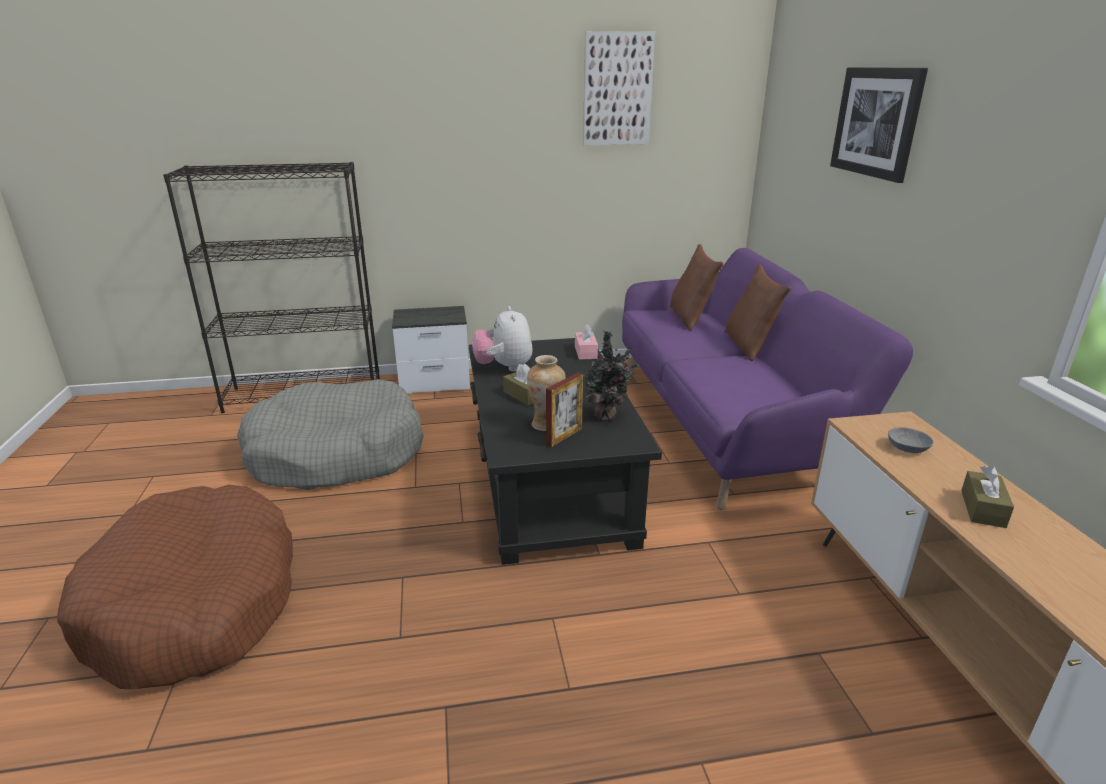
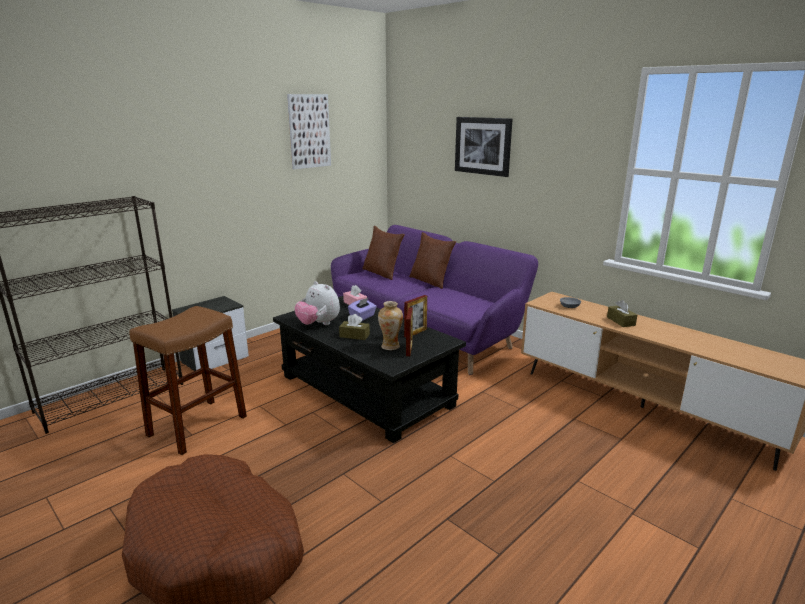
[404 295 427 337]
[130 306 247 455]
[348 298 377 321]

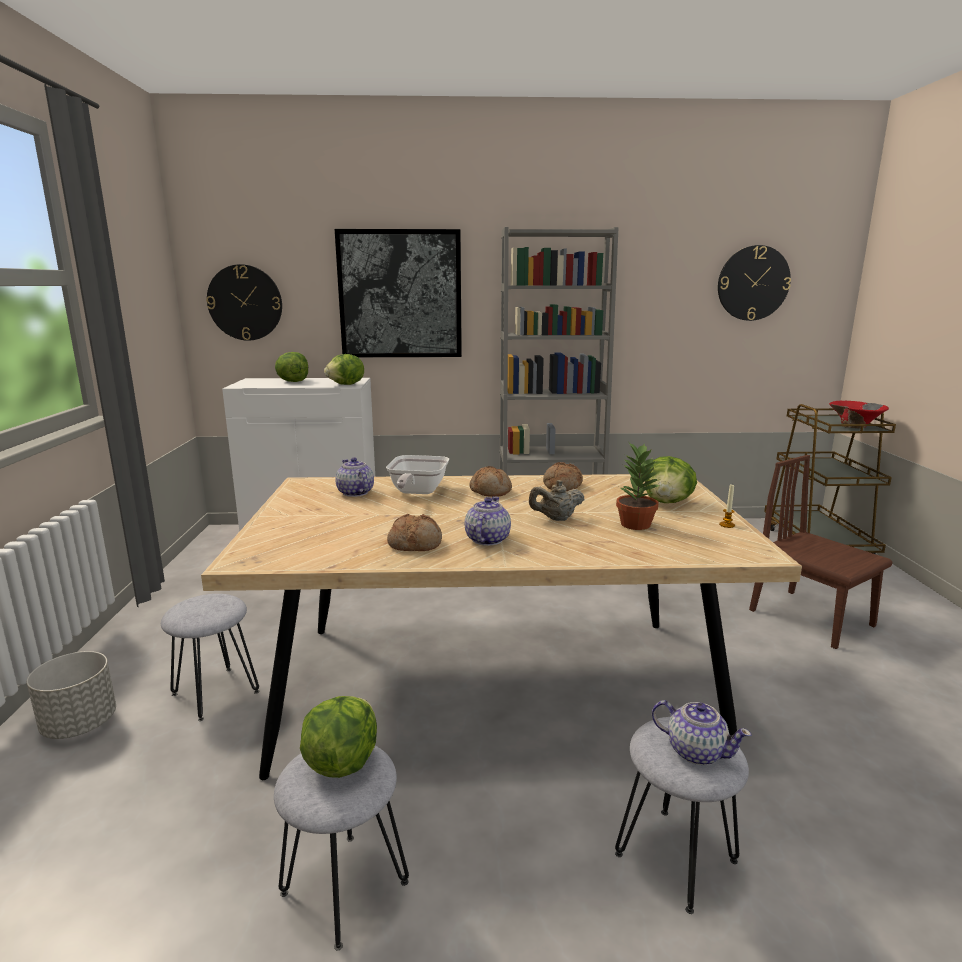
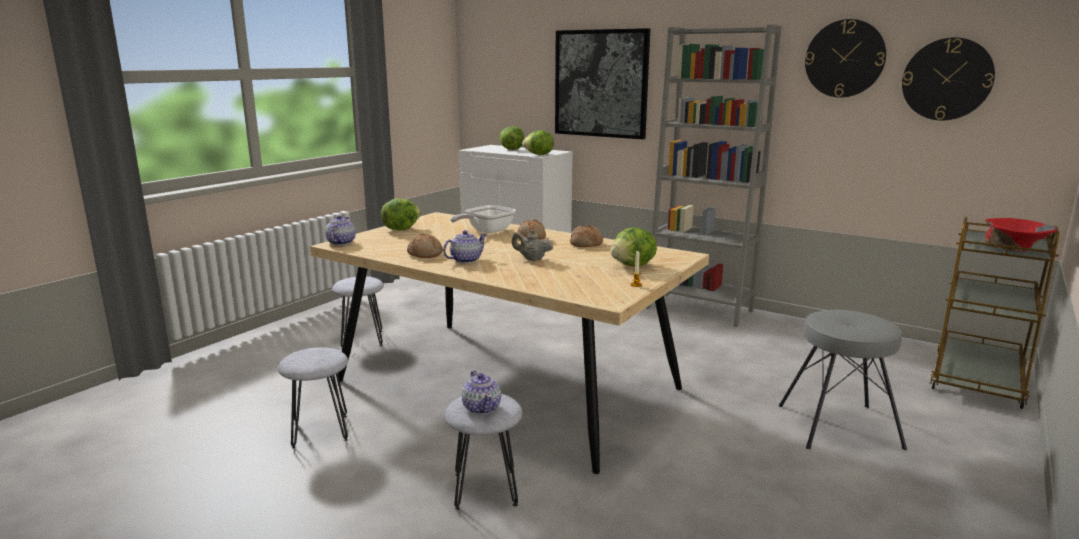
[805 19 886 98]
[616 441 660 530] (first image)
[779 310 907 450]
[325 215 356 245]
[27 651 116 739] (first image)
[381 199 421 230]

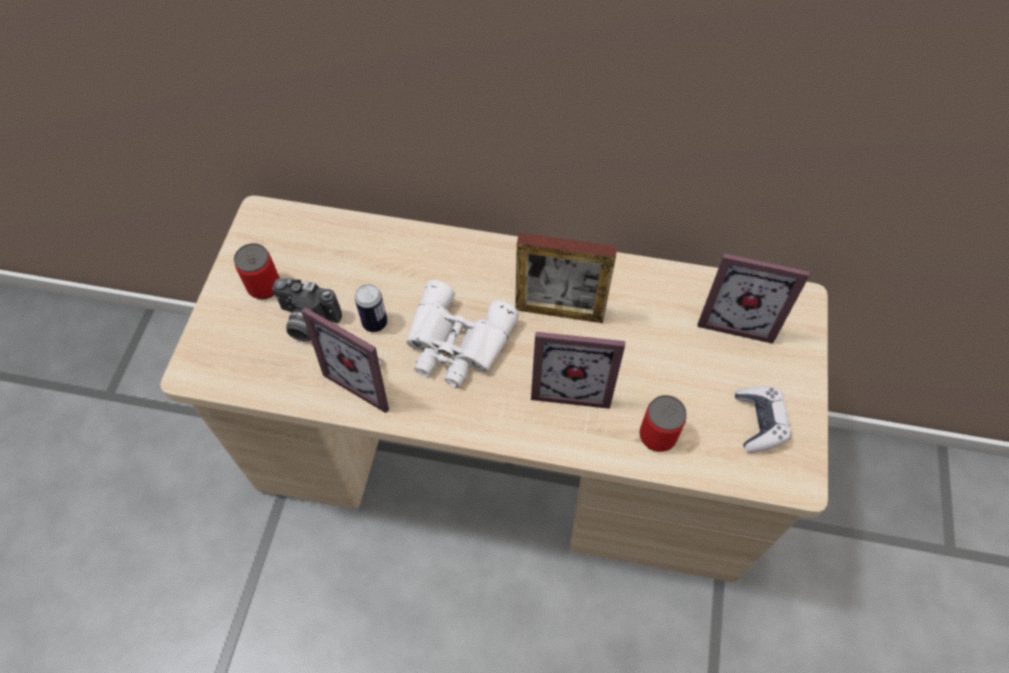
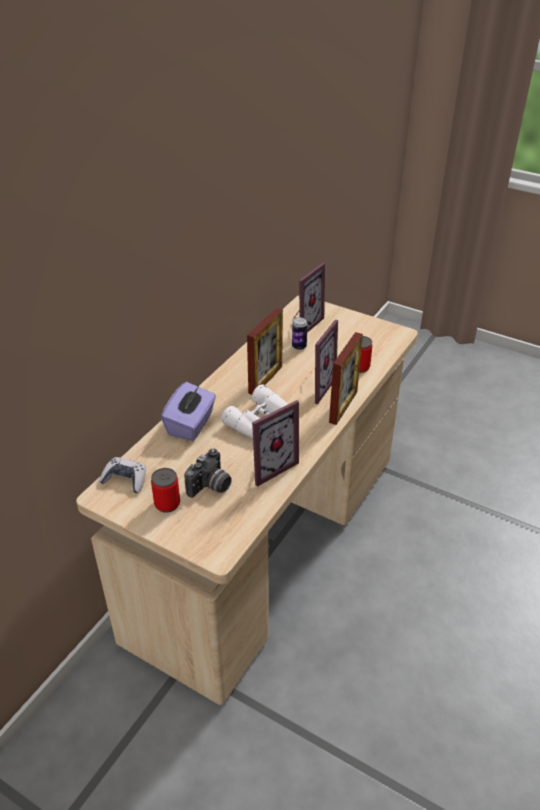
[292 317 308 350]
[99 457 146 493]
[329 332 363 425]
[161 382 216 441]

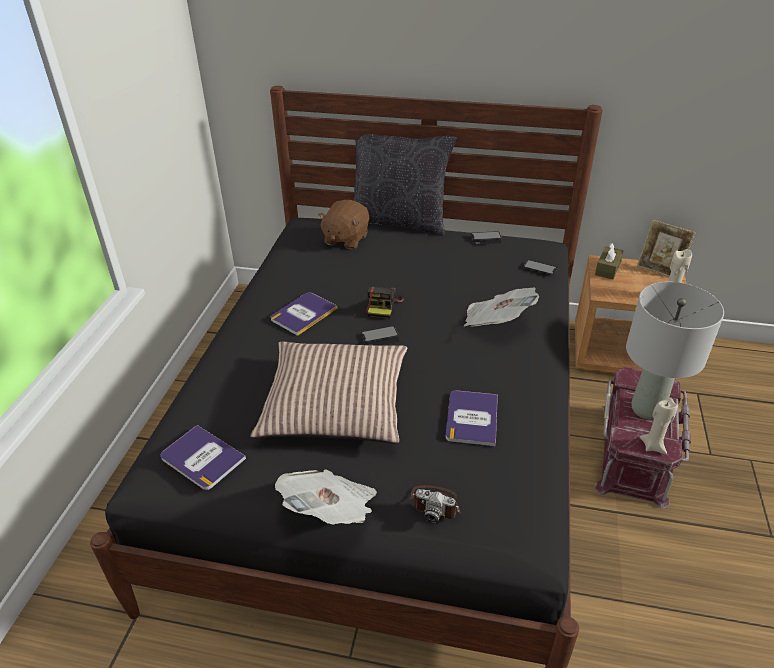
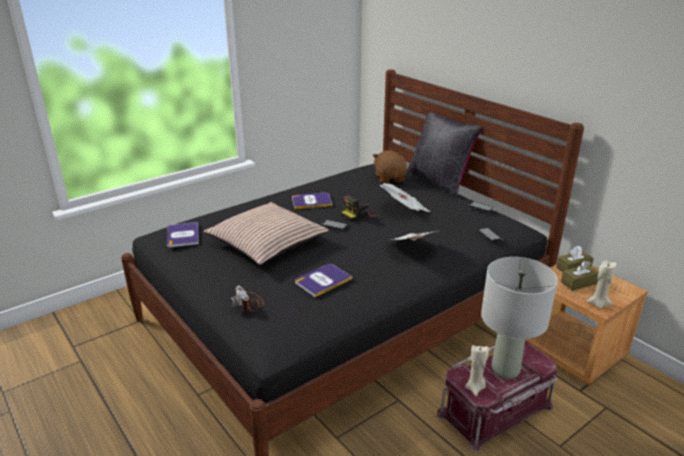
[372 150 407 183]
[637 220 696 277] (first image)
[380 183 430 212]
[561 261 599 291]

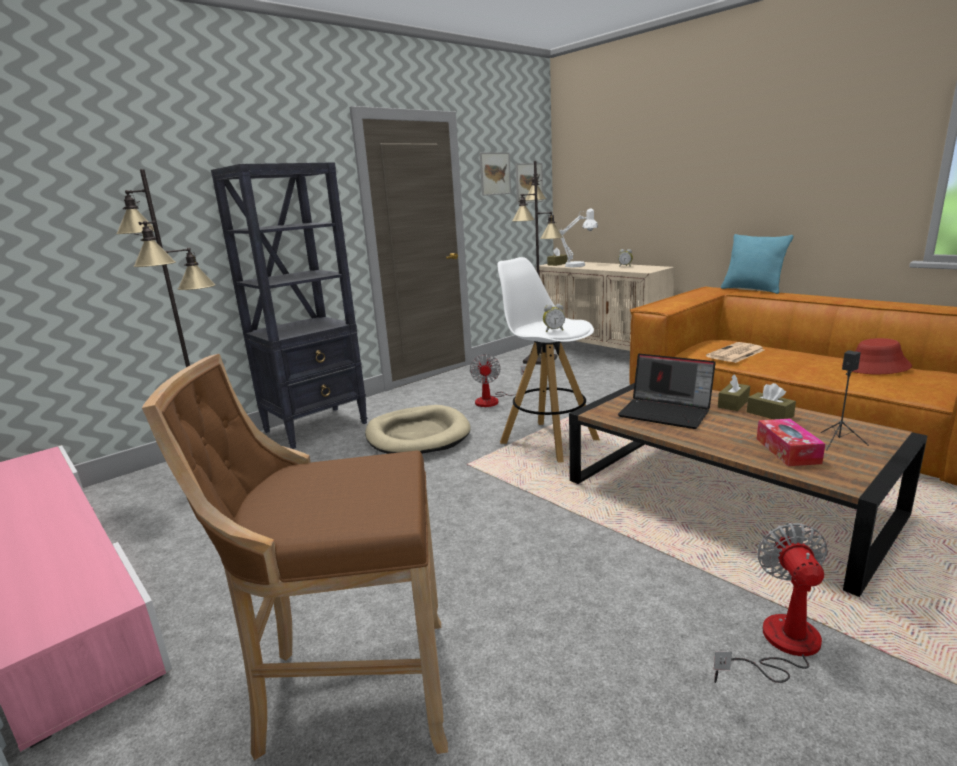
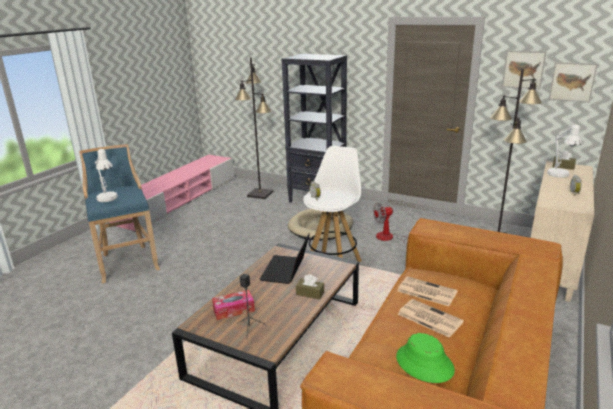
[721 234 793 294] (first image)
[396 333 455 383]
[79 144 160 284]
[747 383 796 419] (first image)
[714 523 828 683] (first image)
[94 149 118 202]
[398 299 464 338]

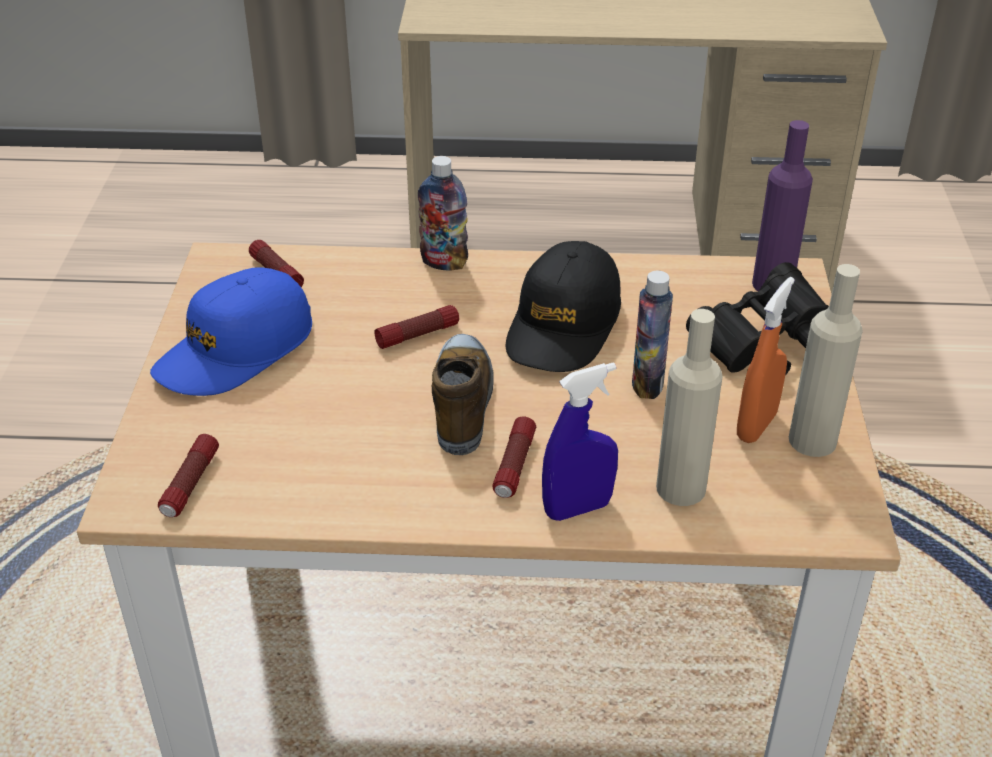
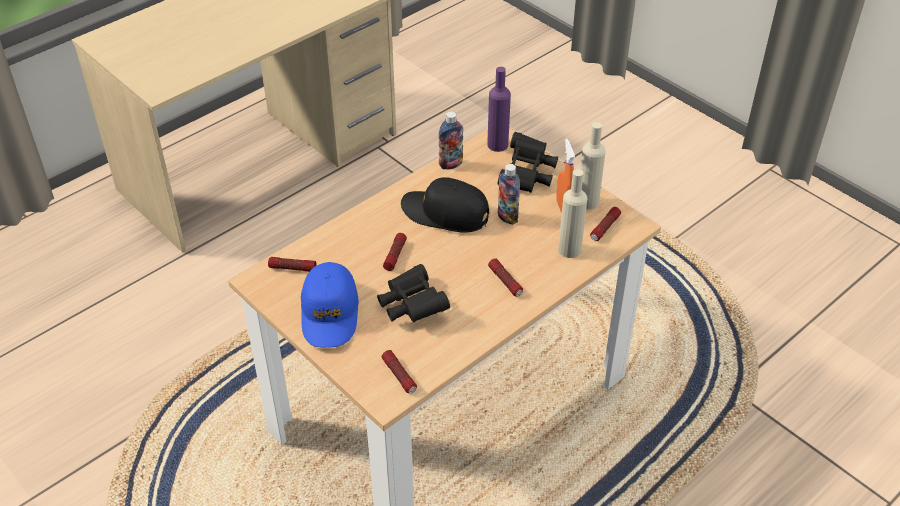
[439 112 463 169]
[401 177 489 233]
[432 334 494 455] (first image)
[542 362 618 521] (first image)
[590 207 621 241]
[377 264 450 322]

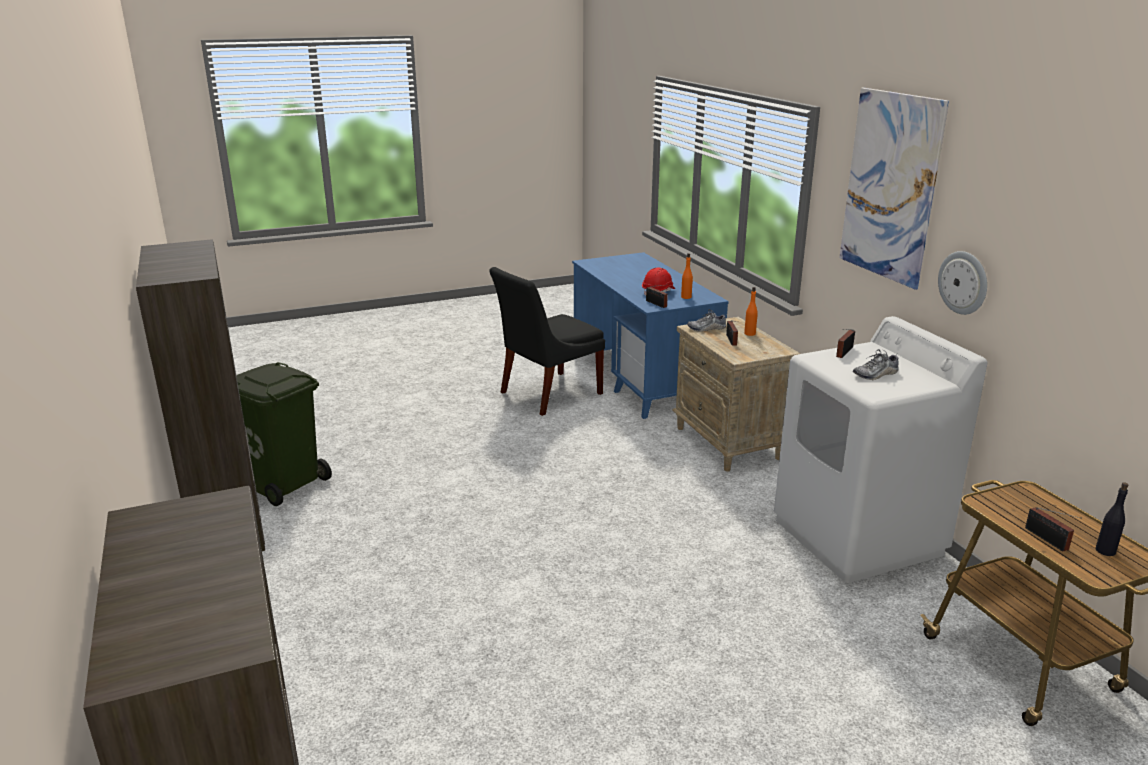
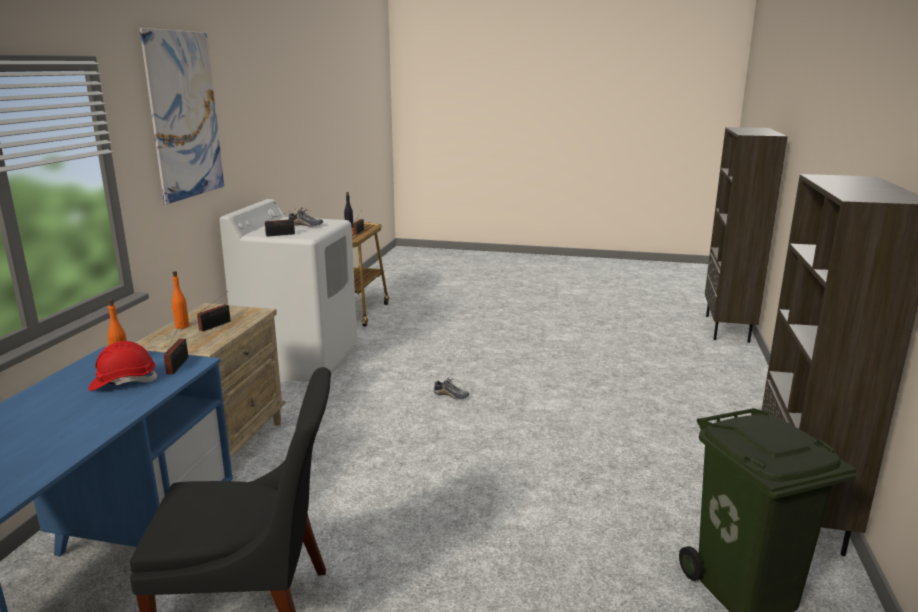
[938 251 987 315] (first image)
[433 377 469 400]

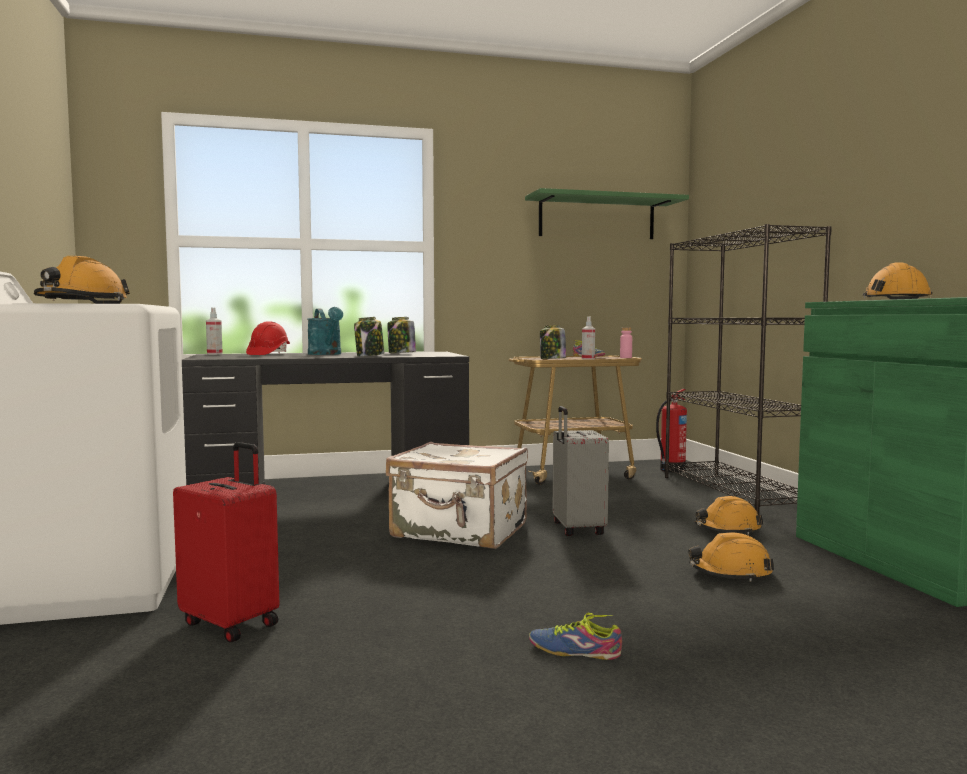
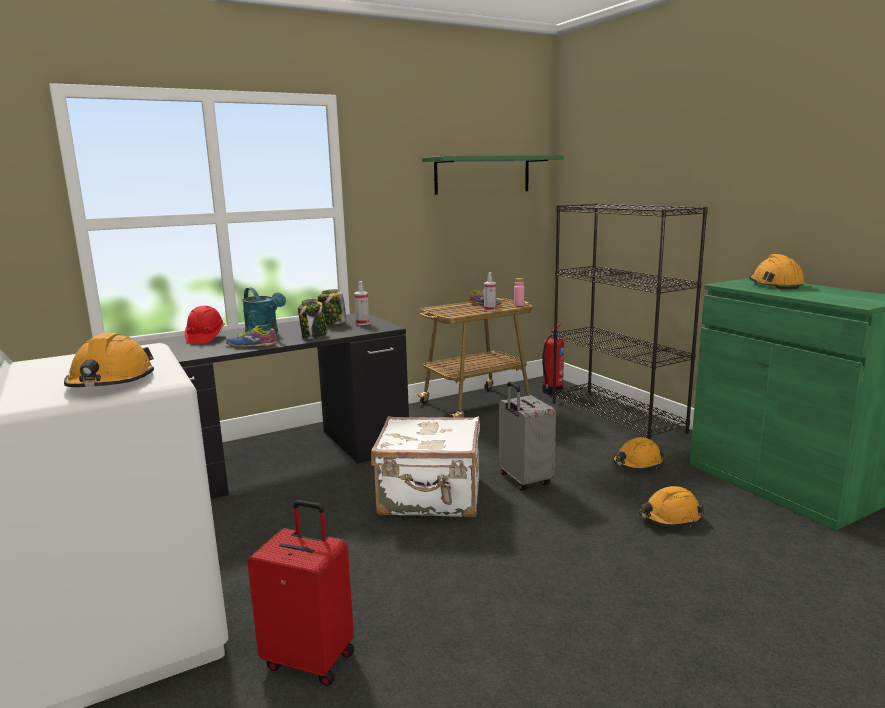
[354 281 369 325]
[540 325 566 359] (first image)
[226 324 277 347]

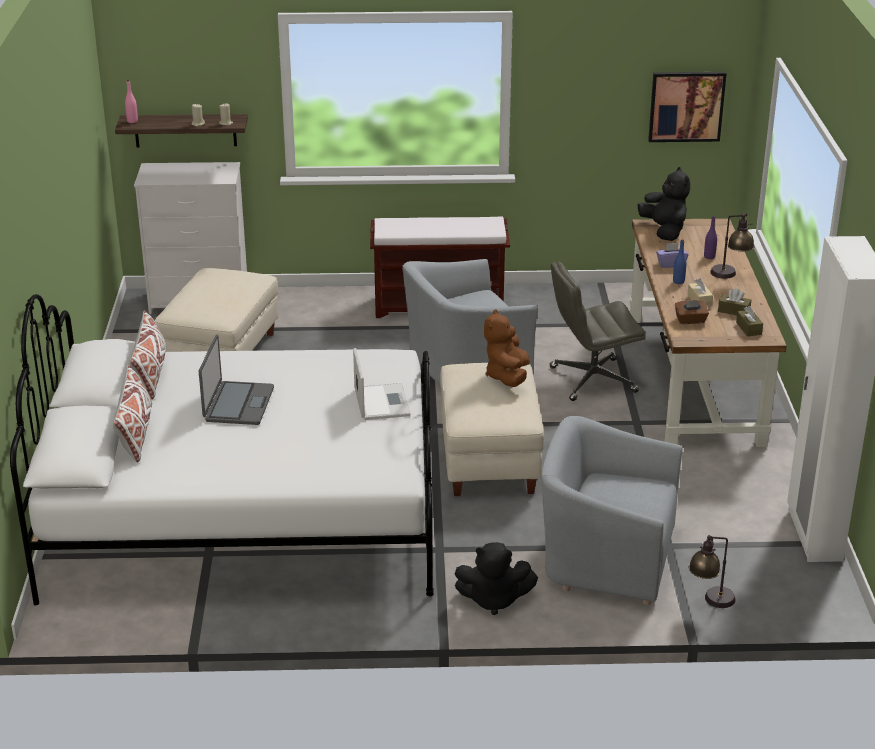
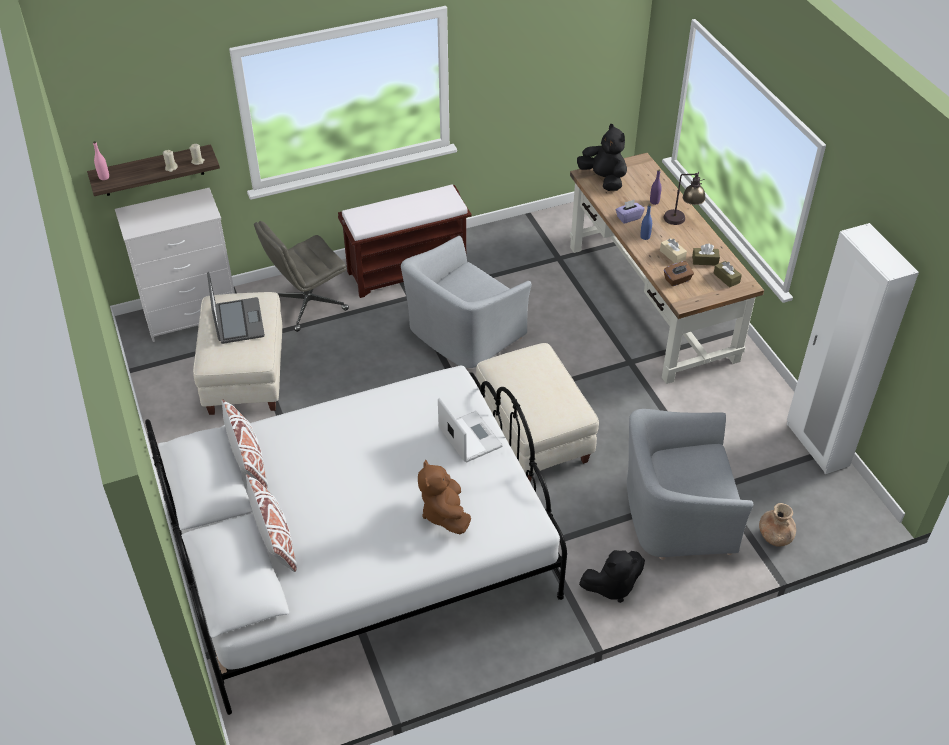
[648 72 727 142] (first image)
[254 221 349 332]
[418 460 471 534]
[207 272 265 344]
[759 503 796 547]

